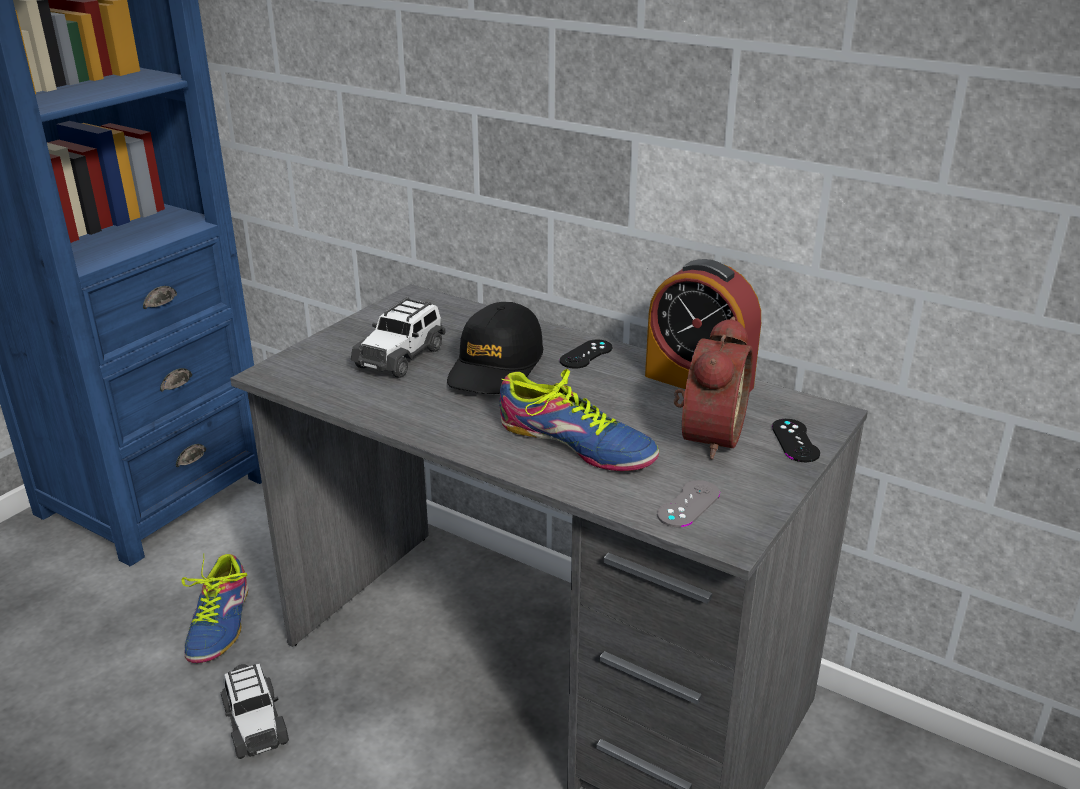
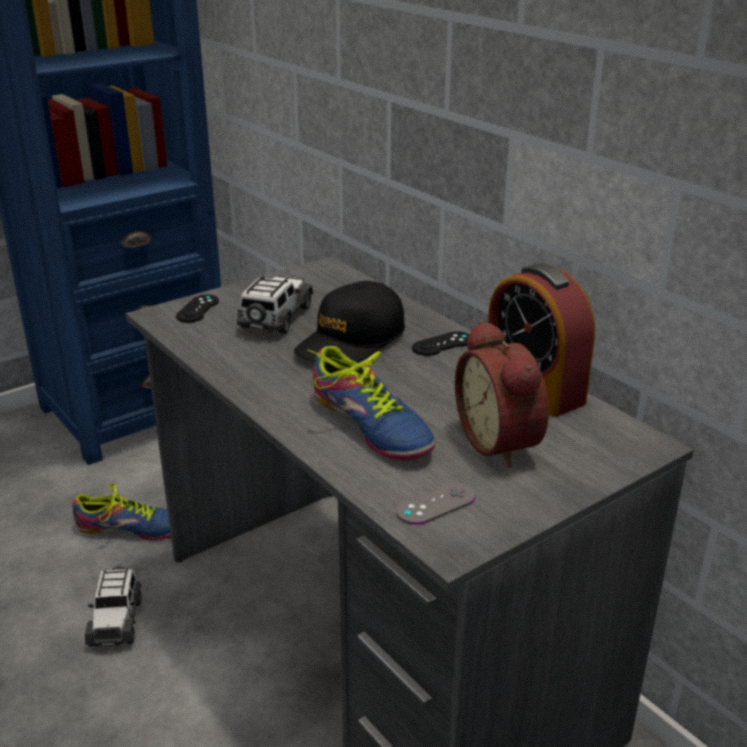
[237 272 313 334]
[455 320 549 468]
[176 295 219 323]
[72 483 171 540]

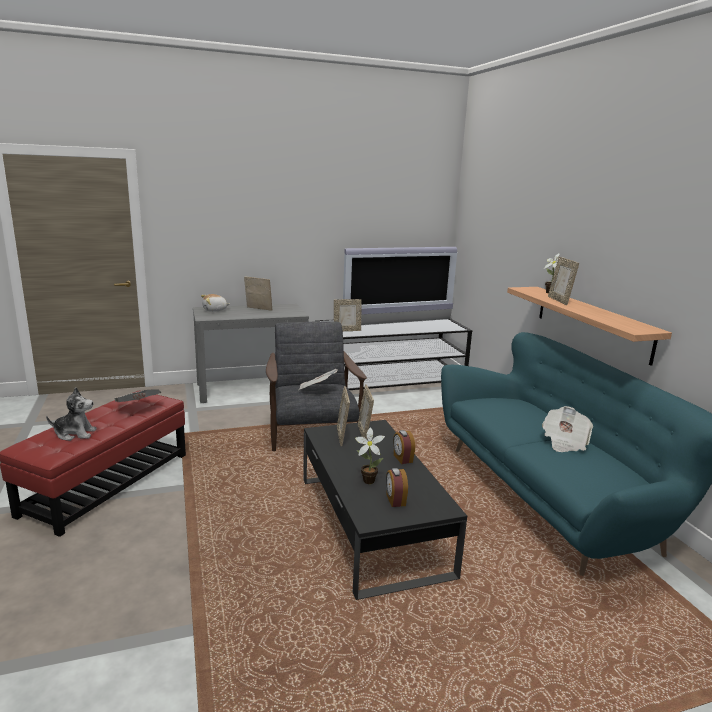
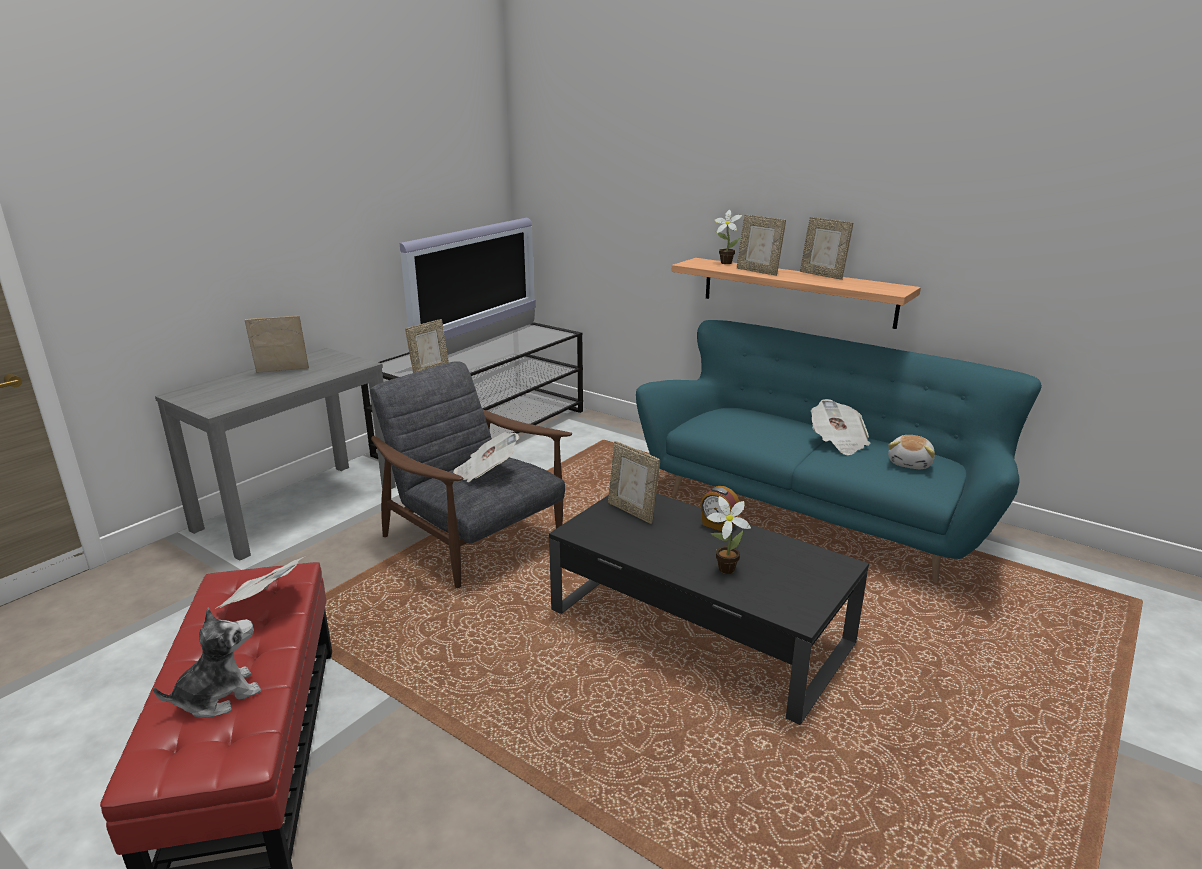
[888 435 935 469]
[800 217 853 280]
[386 468 408 507] (first image)

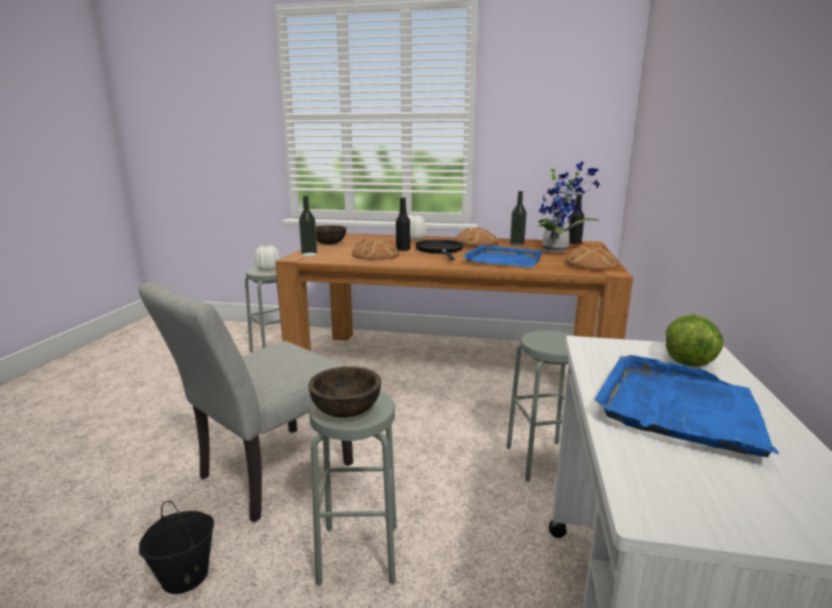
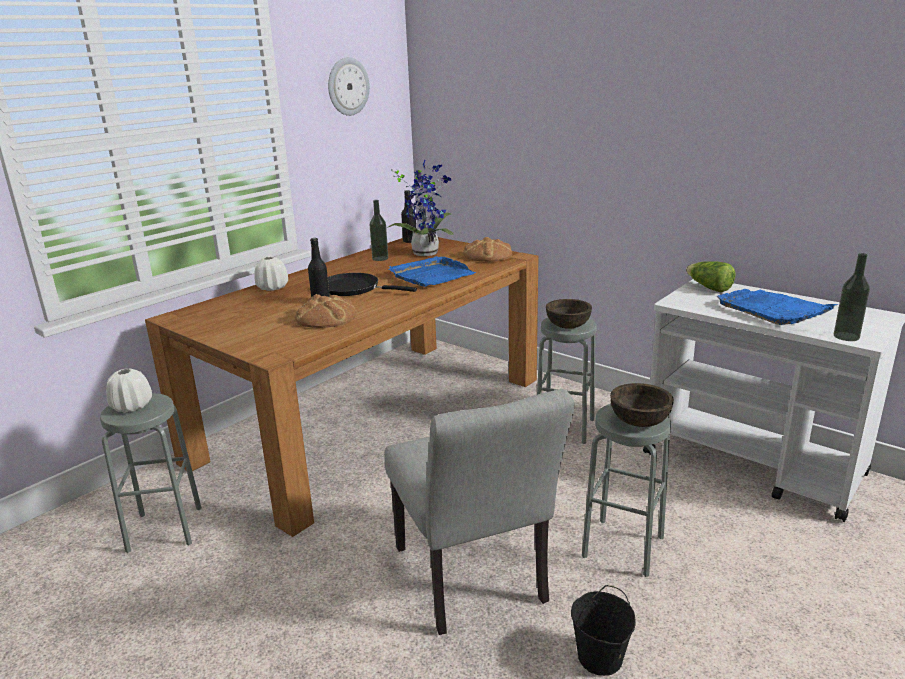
[834 253 870 341]
[546 299 592 329]
[455 228 498 247] (first image)
[328 57 370 116]

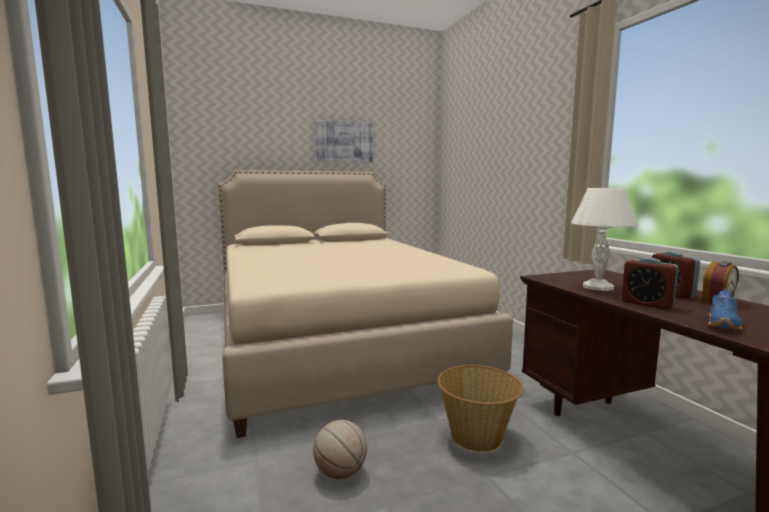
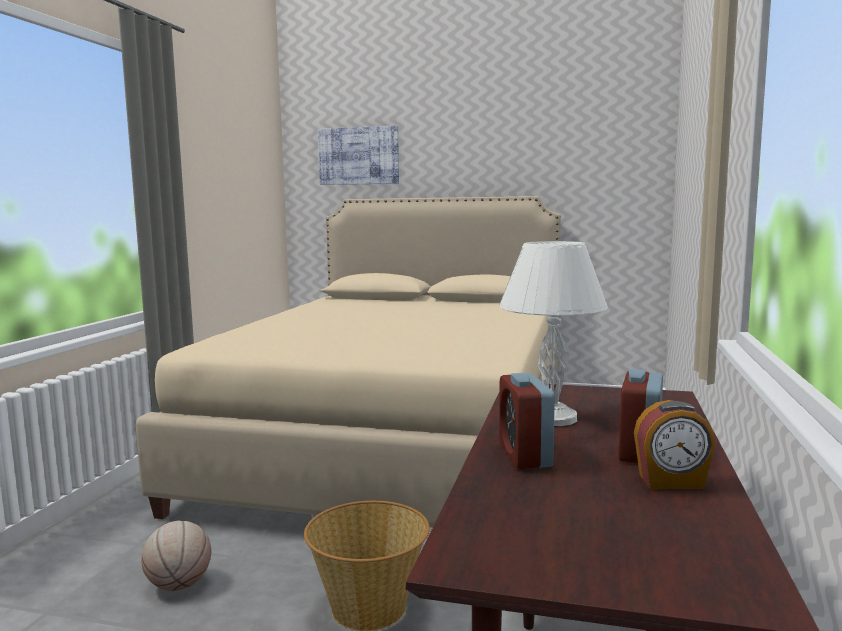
[318 126 399 185]
[708 289 743 330] (first image)

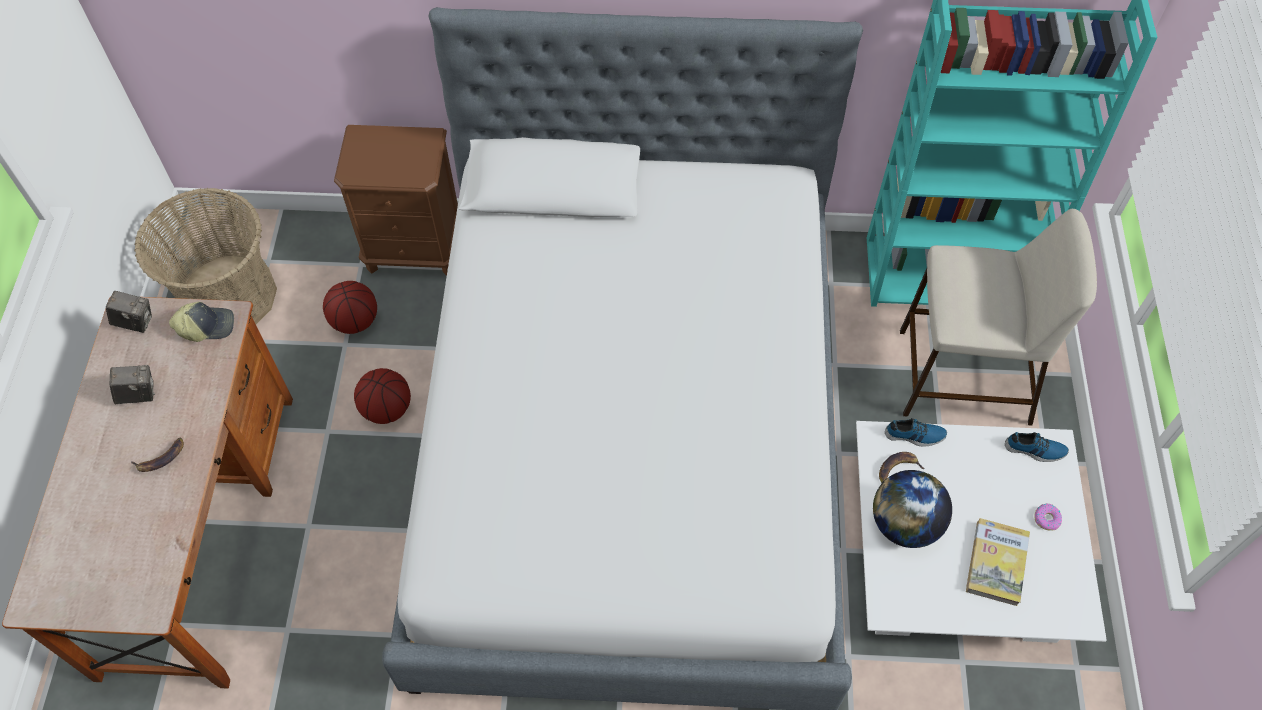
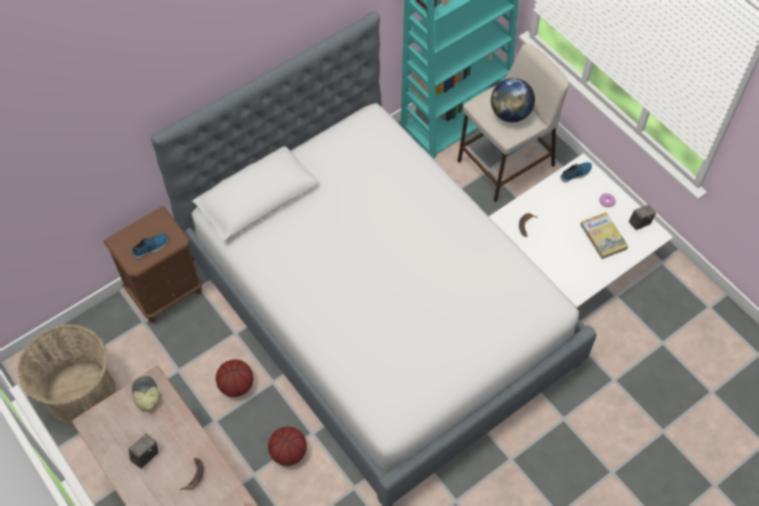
[268 426 307 466]
[629 205 656 230]
[132 376 160 411]
[132 233 168 259]
[491 78 535 122]

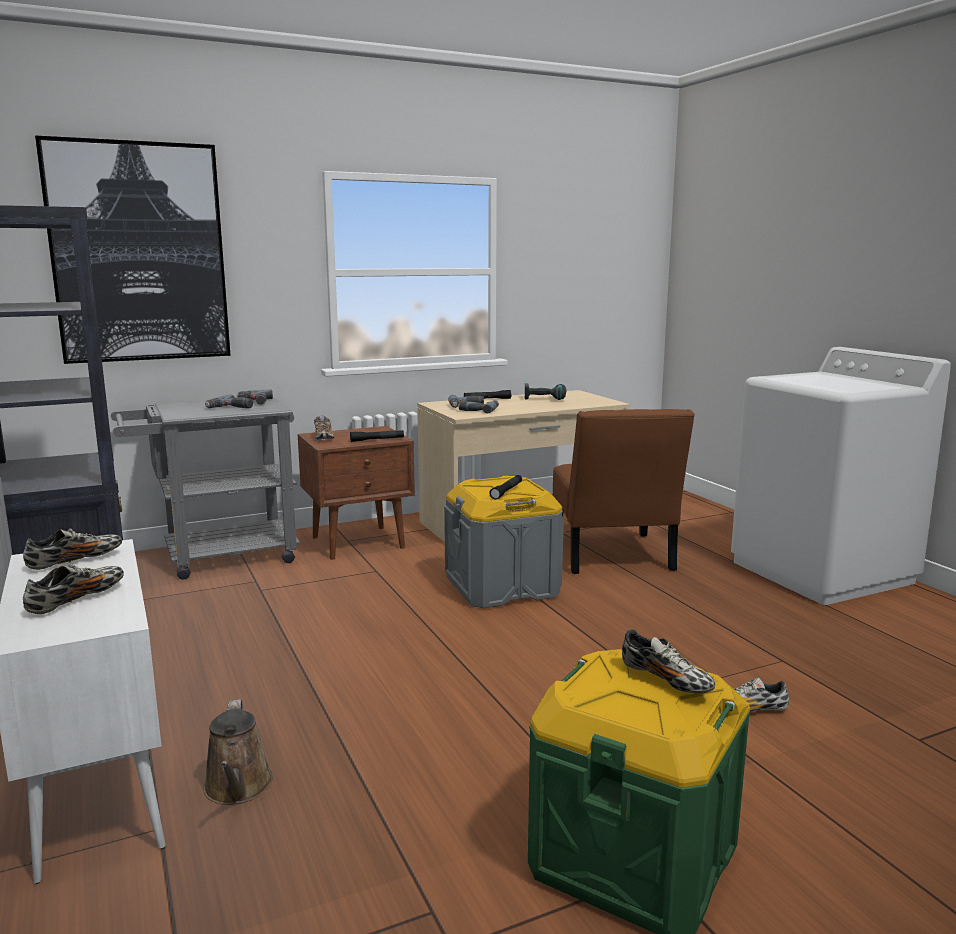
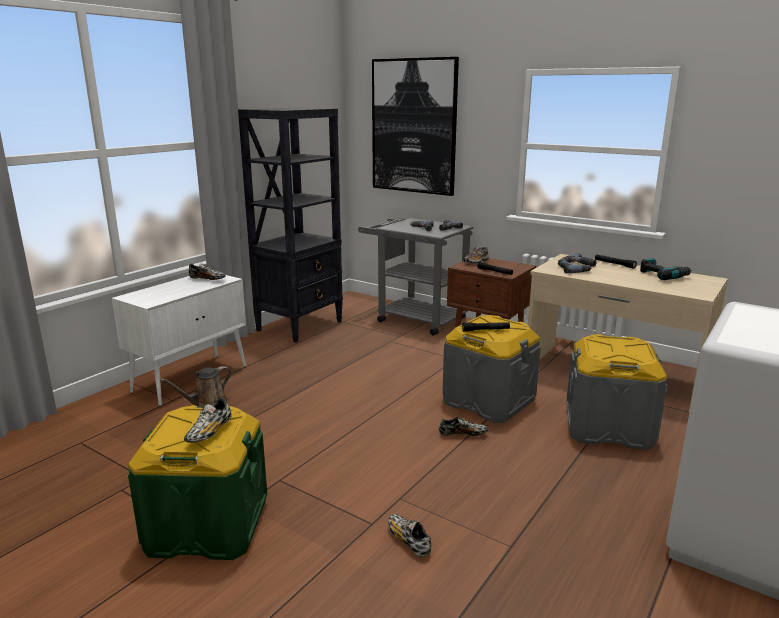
[566 334 667 450]
[439 417 488 436]

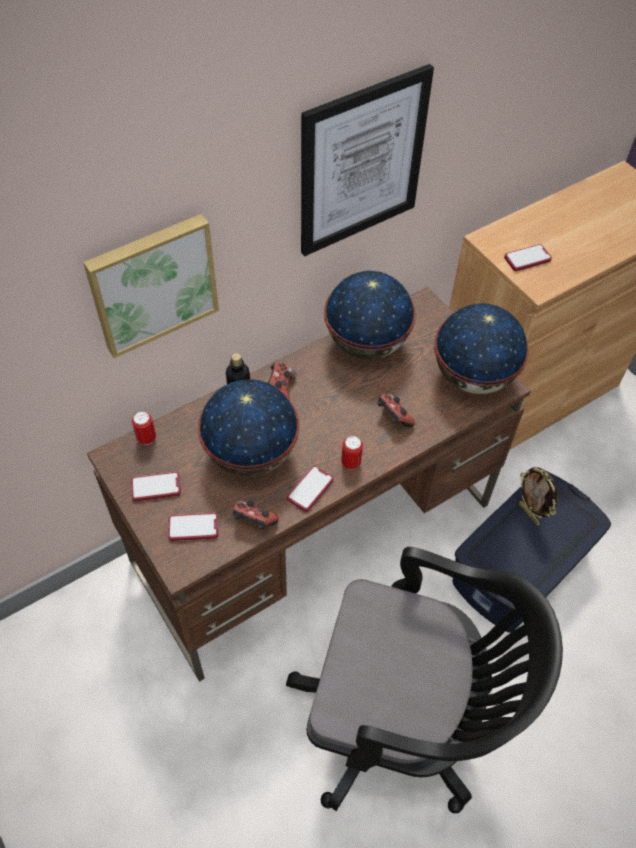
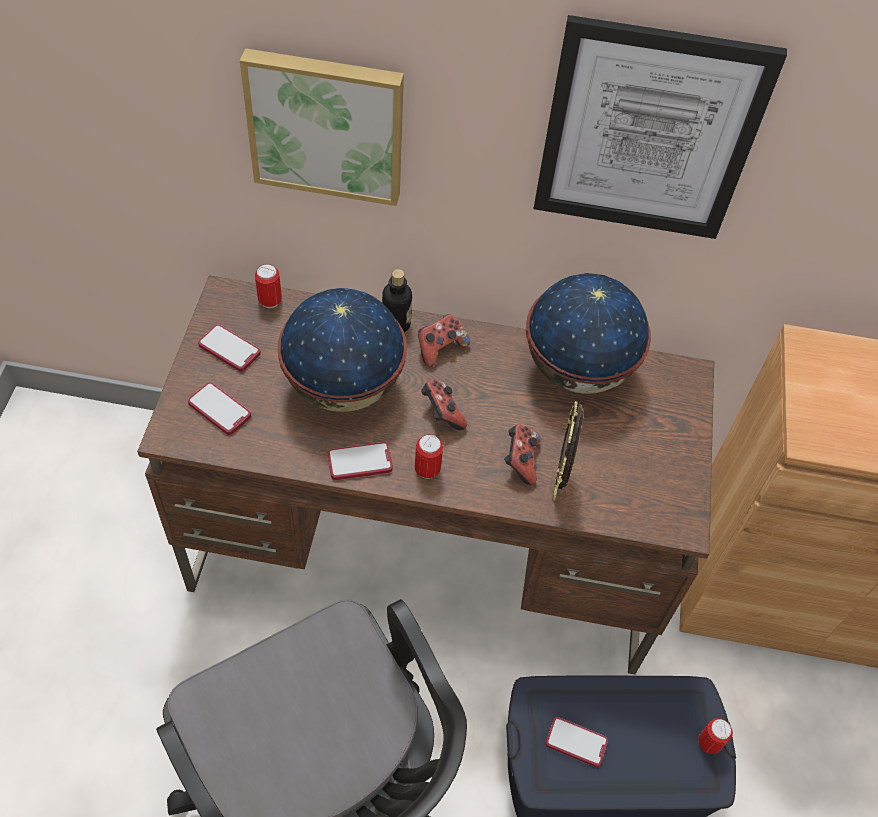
[545 717 608 767]
[434 303 529 394] (first image)
[552 401 584 502]
[421 380 467 430]
[698 718 733 754]

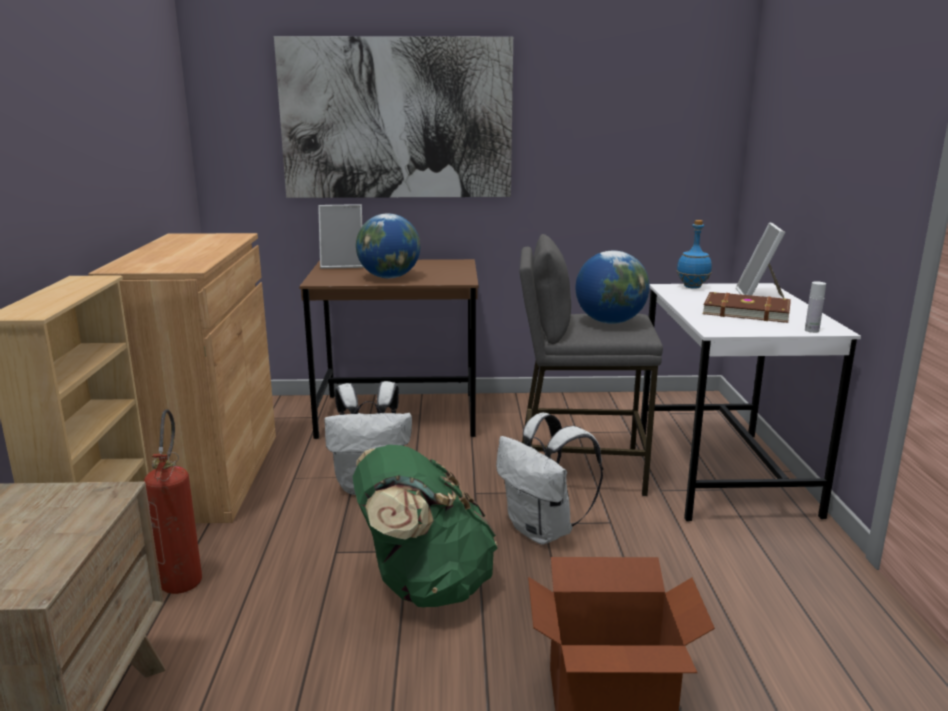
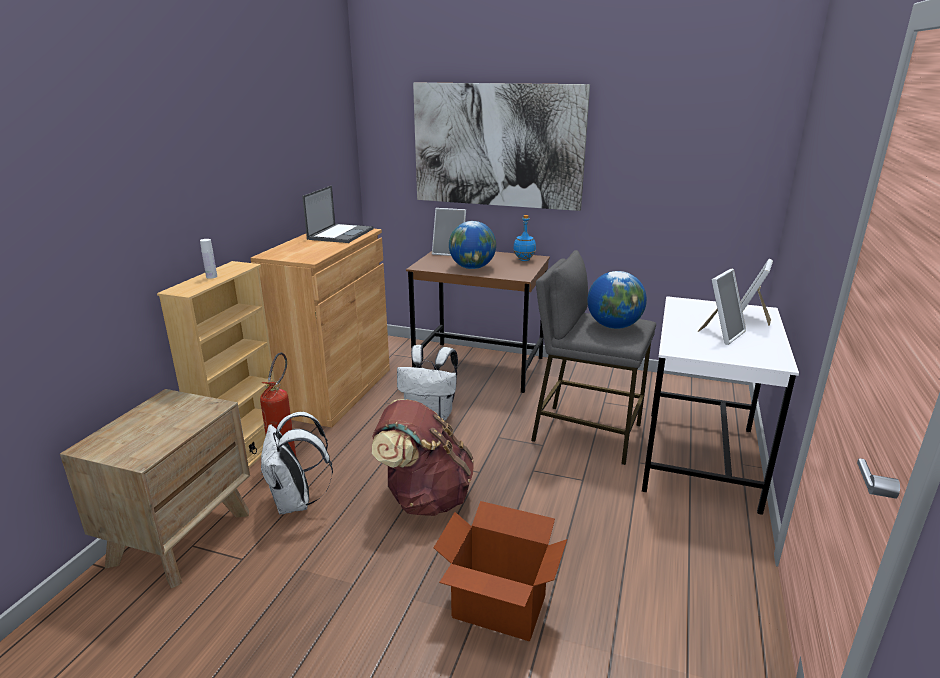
[513 215 536 261]
[200 239 217 279]
[697 269 746 345]
[260 412 333 515]
[372 399 474 516]
[302 186 373 243]

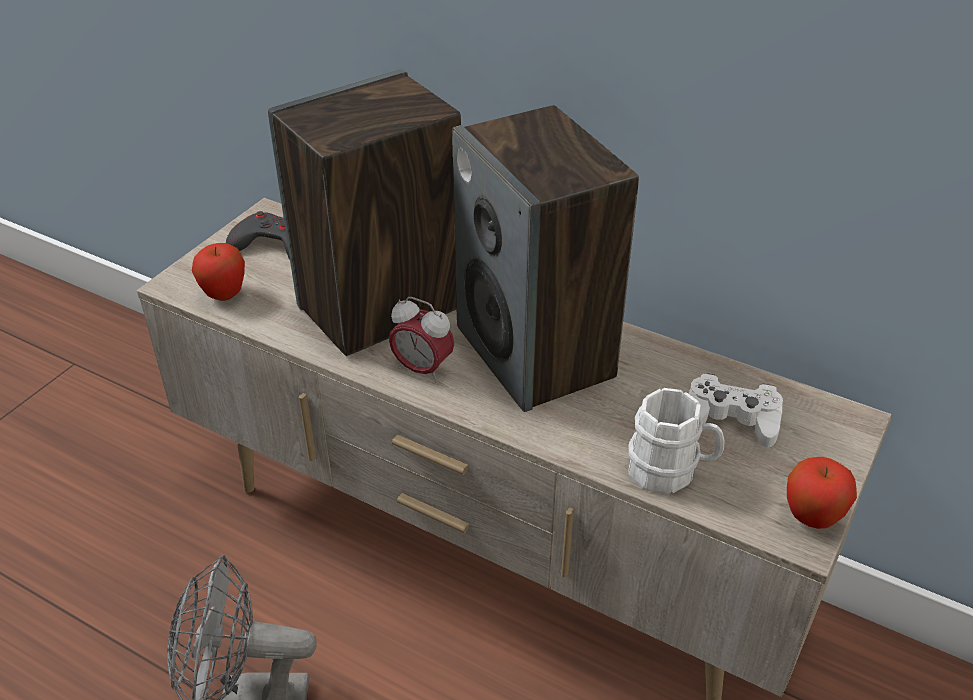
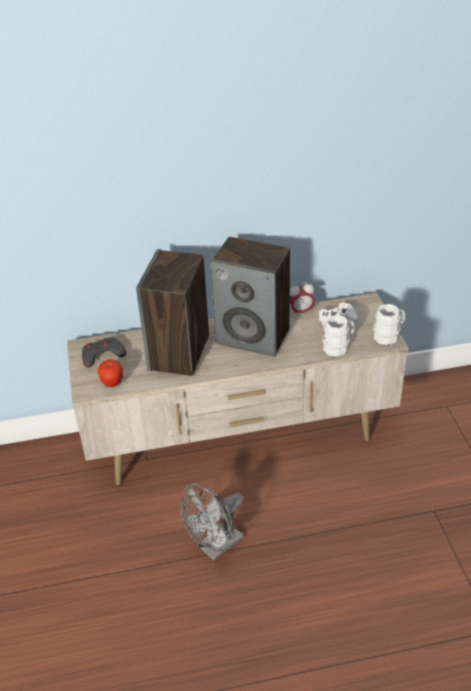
[290 282 315 316]
[373 304 405 345]

